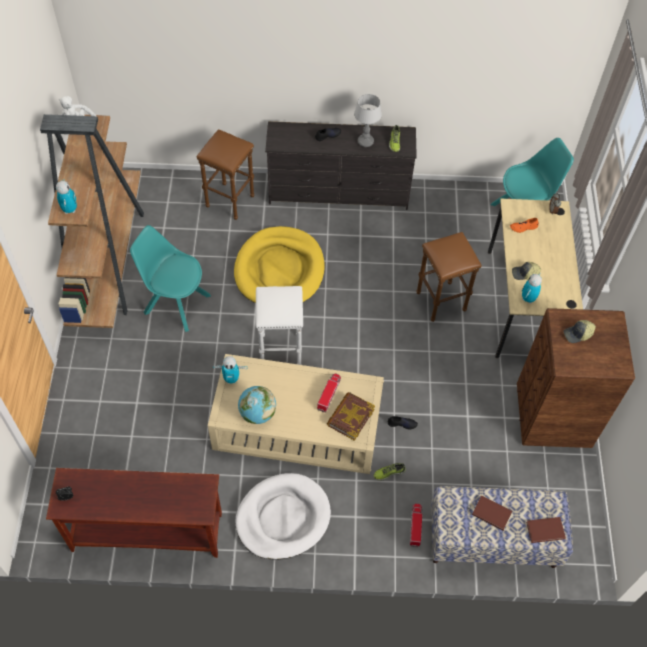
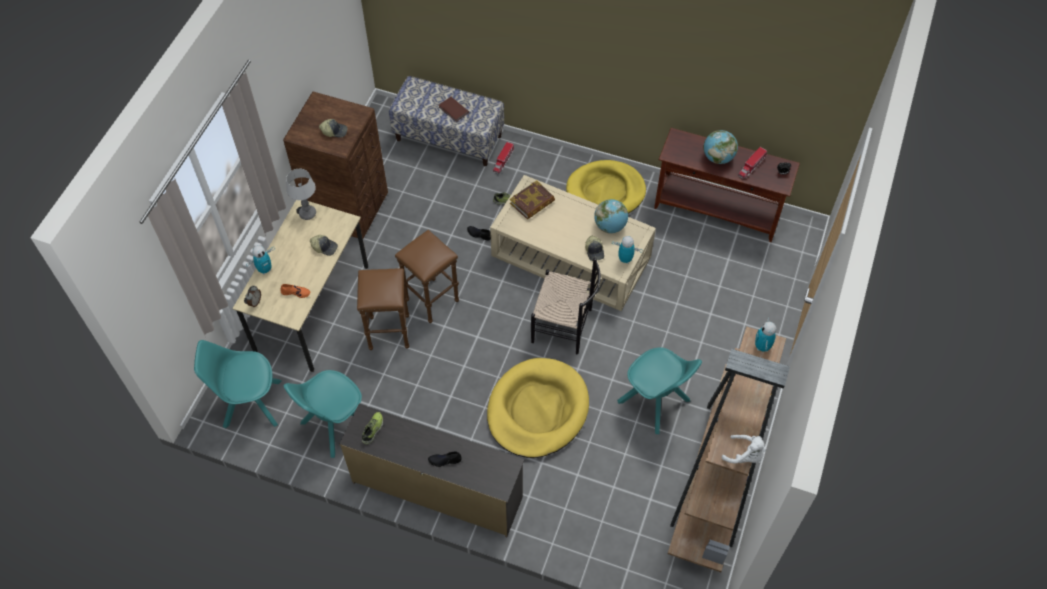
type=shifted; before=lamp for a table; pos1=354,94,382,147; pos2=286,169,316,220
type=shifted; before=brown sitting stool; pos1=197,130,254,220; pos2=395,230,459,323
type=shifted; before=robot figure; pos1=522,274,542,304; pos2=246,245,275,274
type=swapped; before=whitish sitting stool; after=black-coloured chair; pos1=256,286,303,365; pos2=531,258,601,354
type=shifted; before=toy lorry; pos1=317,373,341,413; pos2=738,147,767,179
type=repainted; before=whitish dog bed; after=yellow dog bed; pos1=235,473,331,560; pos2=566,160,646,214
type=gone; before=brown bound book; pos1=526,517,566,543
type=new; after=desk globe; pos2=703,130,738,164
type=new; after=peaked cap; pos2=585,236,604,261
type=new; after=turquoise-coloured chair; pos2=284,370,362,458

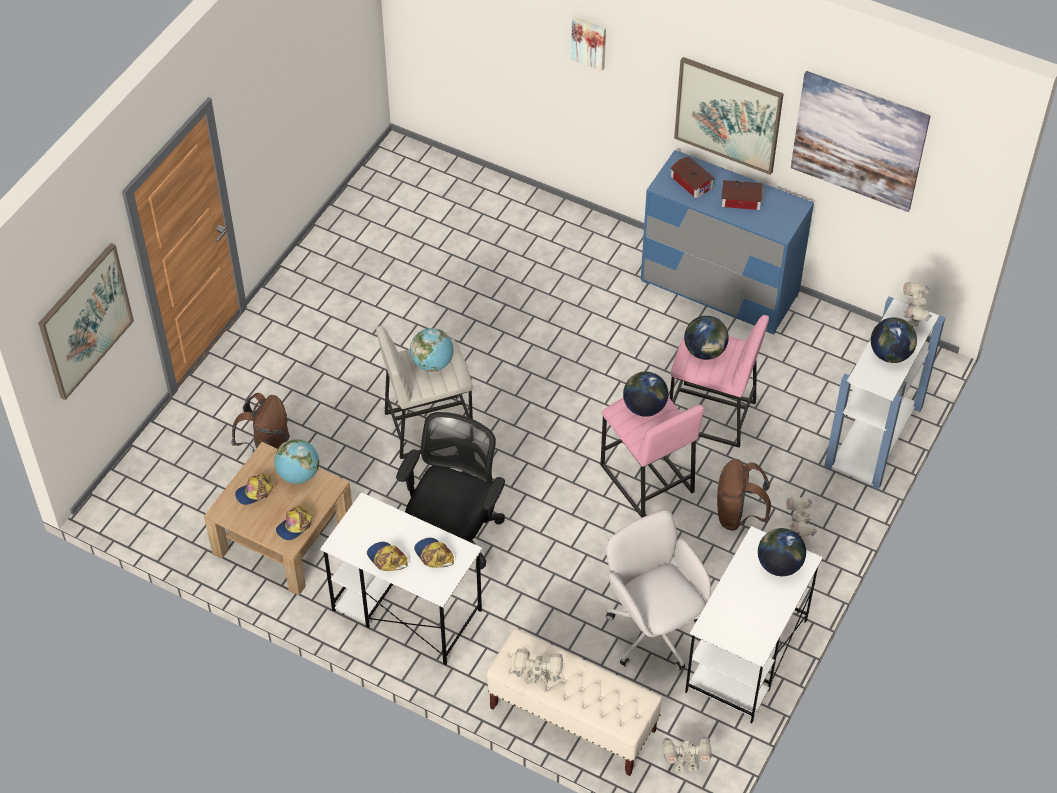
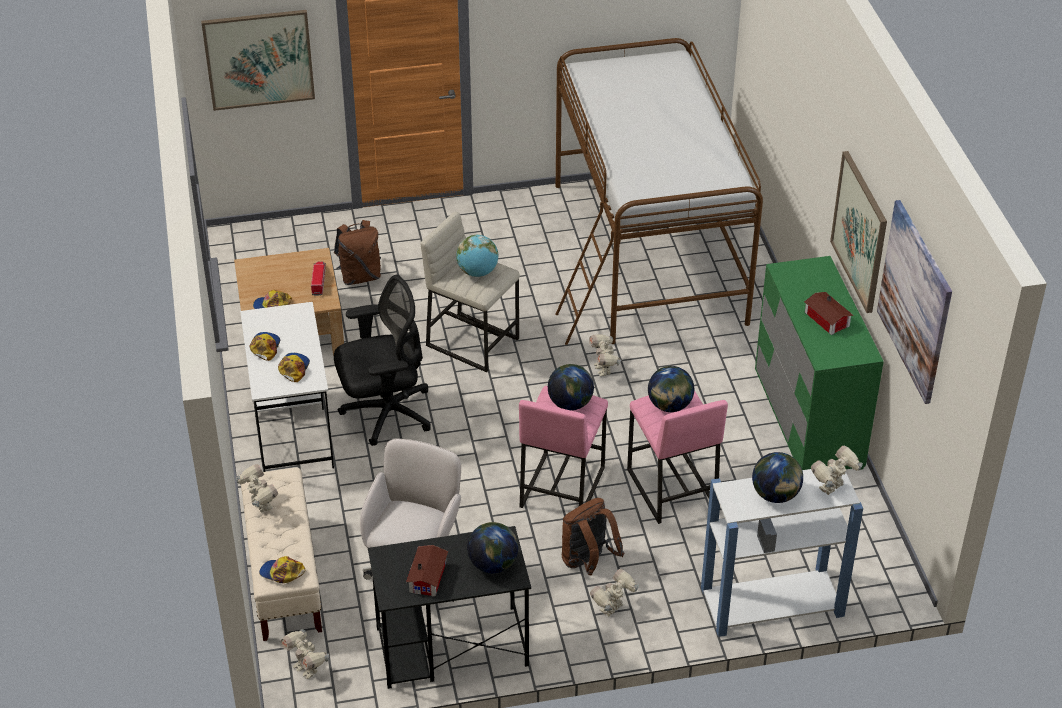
type=gone; before=wall art; pos1=571,16,606,71
type=repainted; before=bluish drawer chest; after=green-coloured drawer chest; pos1=641,150,814,334; pos2=755,256,884,470
type=shifted; before=model house; pos1=670,157,715,198; pos2=406,545,448,597
type=swapped; before=desk globe; after=toy lorry; pos1=274,439,319,484; pos2=311,261,326,296
type=shifted; before=peaked cap; pos1=235,474,273,505; pos2=259,556,305,583
type=repainted; before=whitish desk; after=black-coloured desk; pos1=685,526,823,723; pos2=368,526,531,689
type=new; after=brown bedroom bed; pos2=555,38,763,345
type=new; after=robot figure; pos2=589,334,621,376

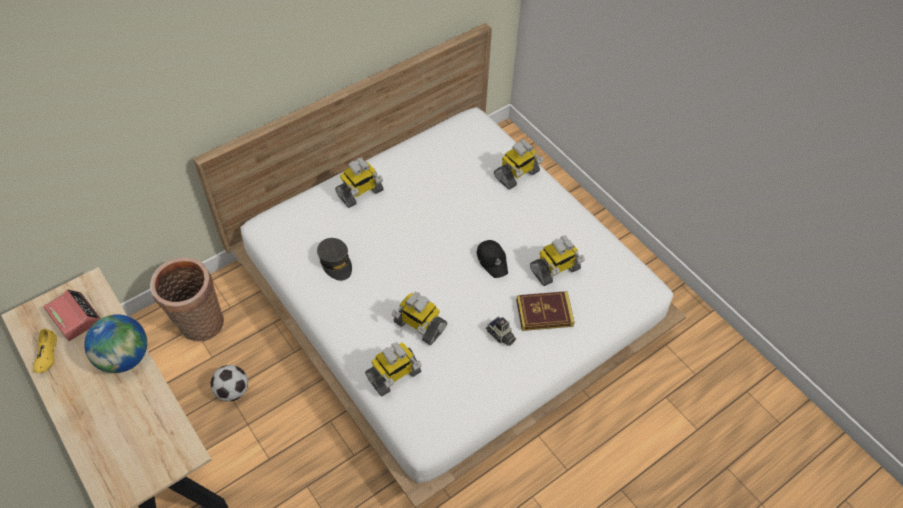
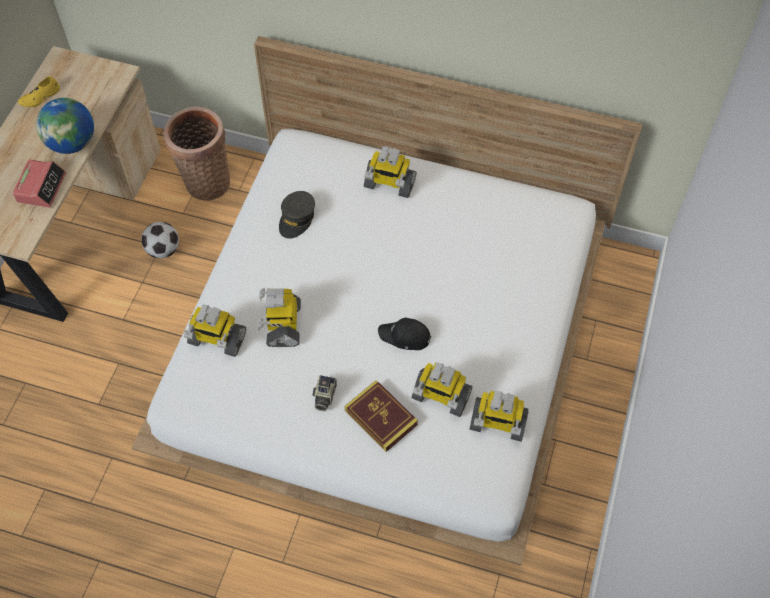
type=shifted; before=robot figure; pos1=494,139,543,190; pos2=469,391,529,442
type=rotated; before=black-coloured peaked cap; pos1=477,240,508,278; pos2=378,317,431,350; turn=75
type=shifted; before=bedside clock; pos1=44,289,101,341; pos2=13,160,66,208

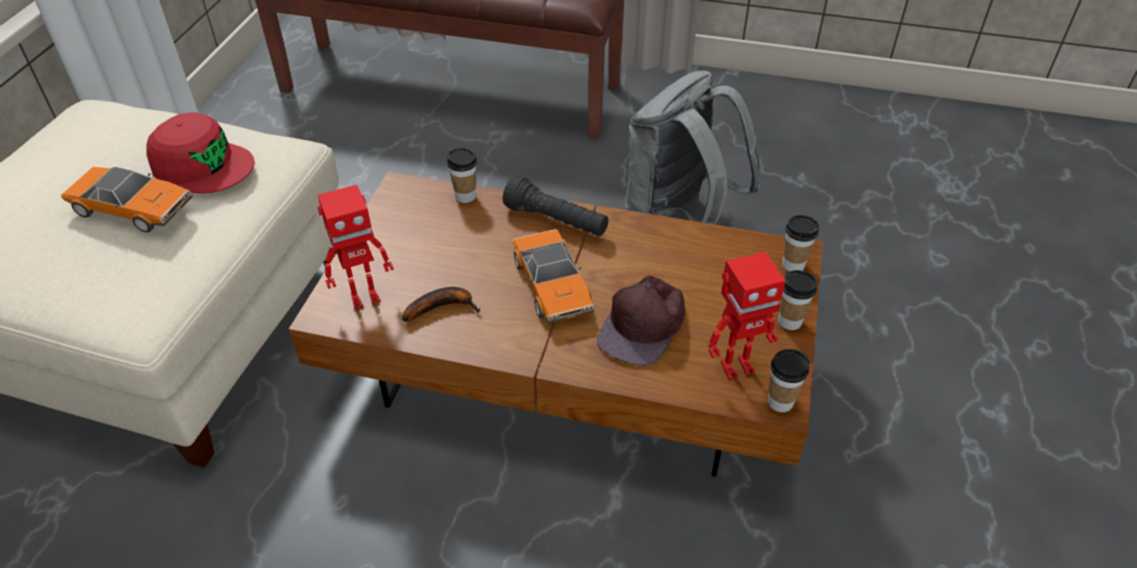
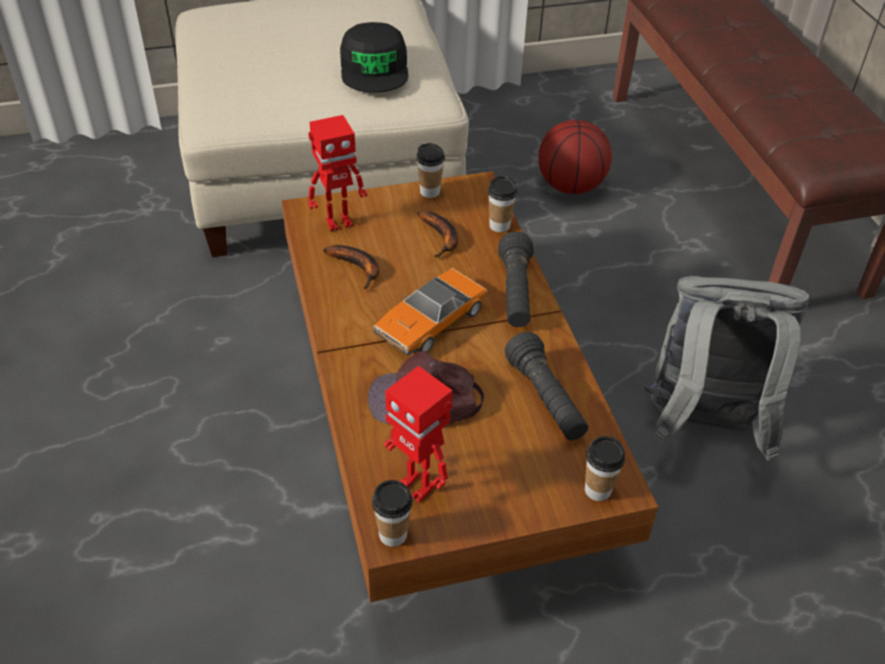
type=repainted; before=reddish peaked cap; after=black-coloured peaked cap; pos1=147,112,255,194; pos2=340,22,408,93
type=gone; before=miniature car; pos1=61,167,192,232
type=rotated; before=robot figure; pos1=318,185,394,310; pos2=308,115,367,232; turn=-60
type=shifted; before=cup; pos1=778,270,817,330; pos2=416,143,445,198
type=new; after=basketball ball; pos2=538,120,612,194
type=new; after=whole banana; pos2=417,211,458,257
type=new; after=black-coloured torch; pos2=505,332,588,440

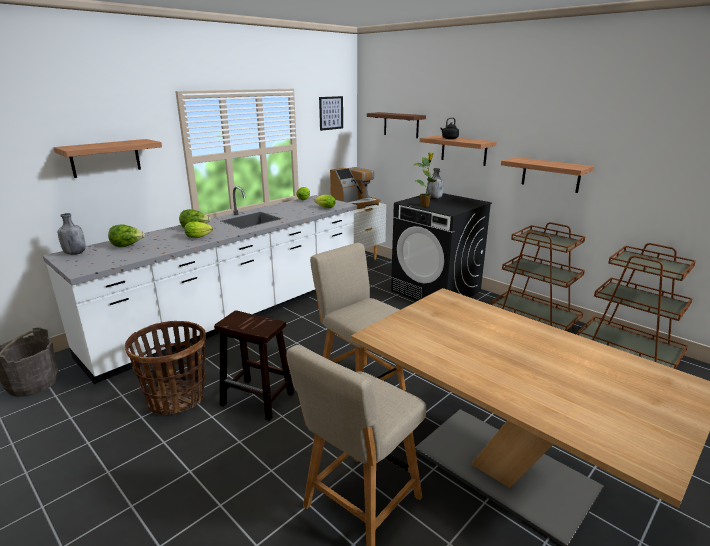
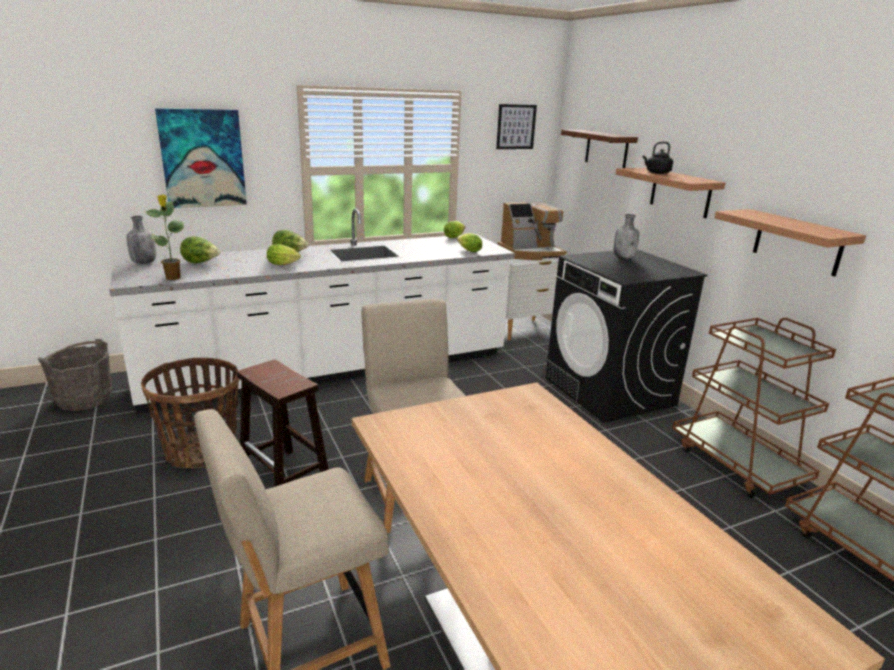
type=swapped; before=bracket shelf; after=wall art; pos1=53,139,162,178; pos2=155,108,247,208
type=shifted; before=houseplant; pos1=414,153,441,207; pos2=145,194,184,280

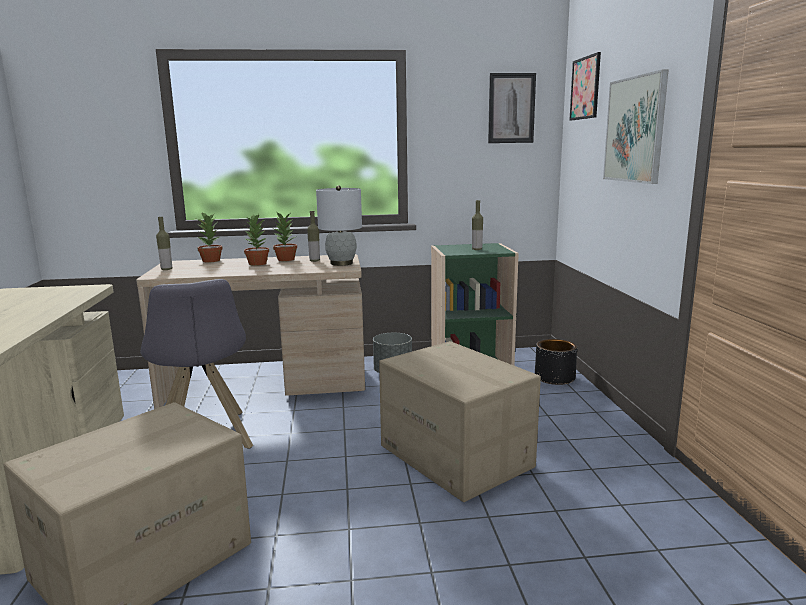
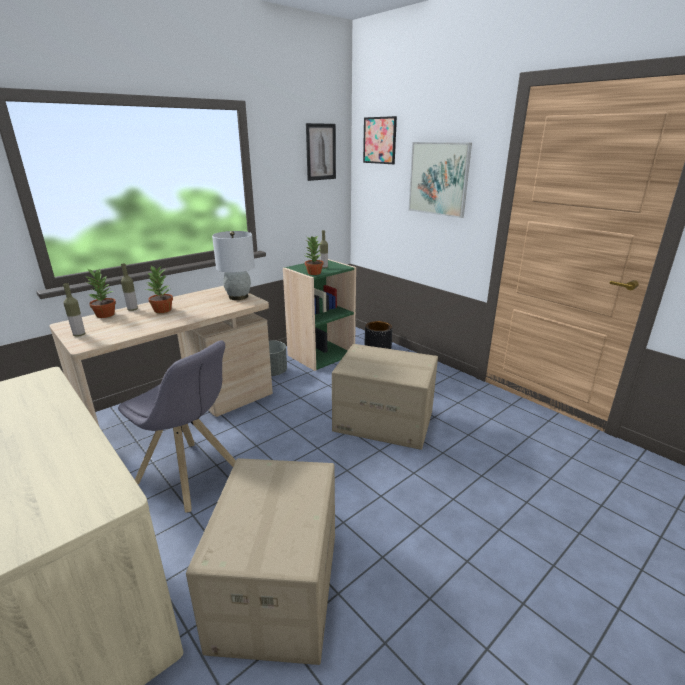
type=shifted; before=drink bottle; pos1=307,211,320,262; pos2=121,263,138,311
type=shifted; before=houseplant; pos1=273,213,297,261; pos2=305,236,323,275

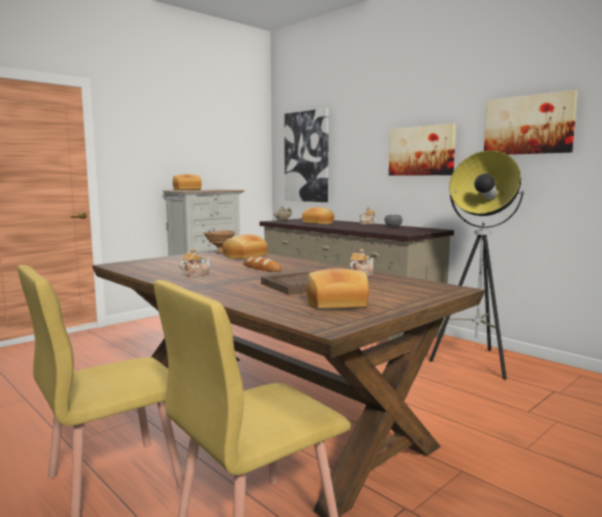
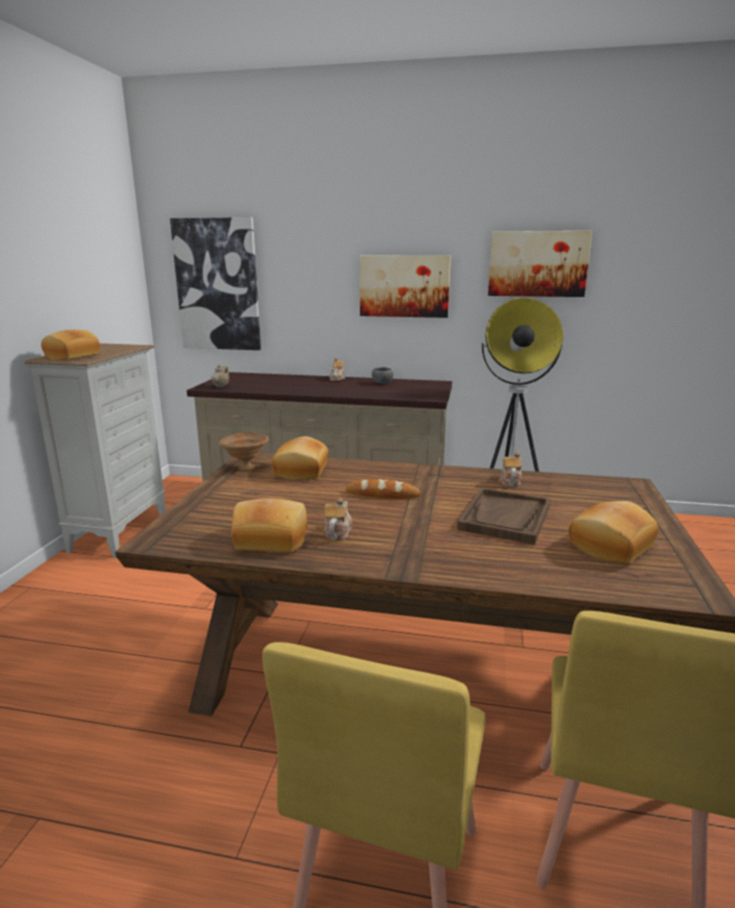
type=shifted; before=baked bread; pos1=302,207,334,224; pos2=231,498,307,552

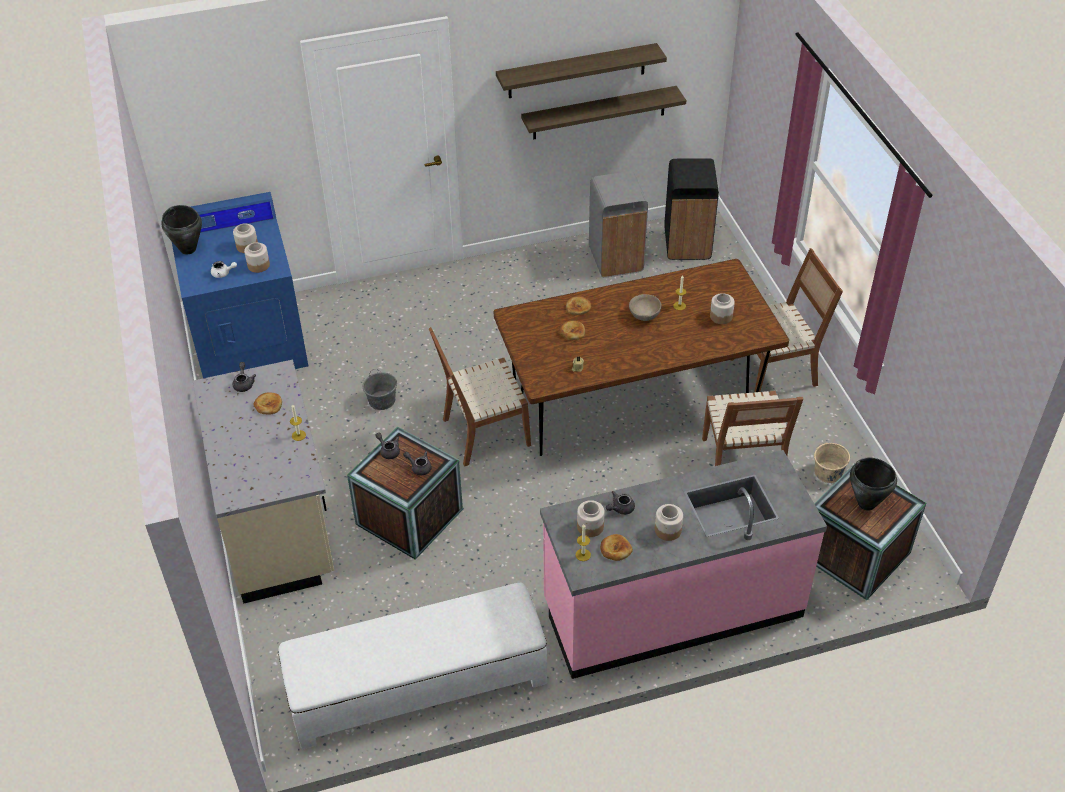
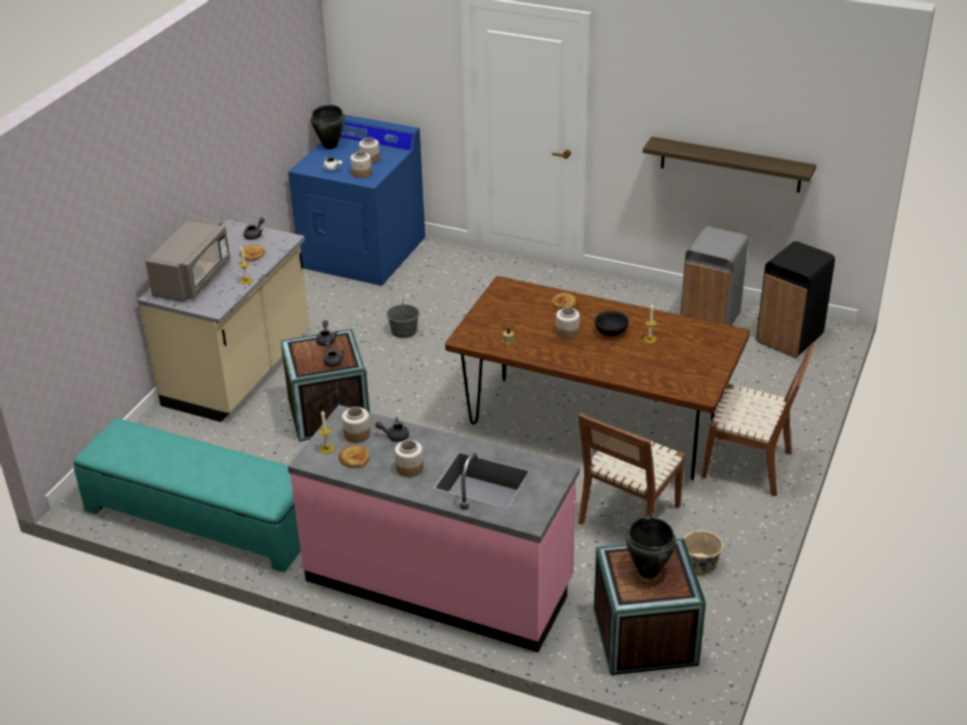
type=gone; before=bracket shelf; pos1=496,43,667,98
type=shifted; before=preserve jar; pos1=710,293,735,324; pos2=556,307,580,339
type=repainted; before=sand-coloured bowl; after=black-coloured bowl; pos1=629,294,662,321; pos2=595,311,629,337
type=gone; before=baked bread; pos1=559,321,585,340
type=gone; before=chair; pos1=429,327,531,467
type=repainted; before=whitish indoor bench; after=turquoise-coloured indoor bench; pos1=278,582,547,749; pos2=74,419,301,572
type=new; after=gray microwave oven; pos2=145,217,230,302

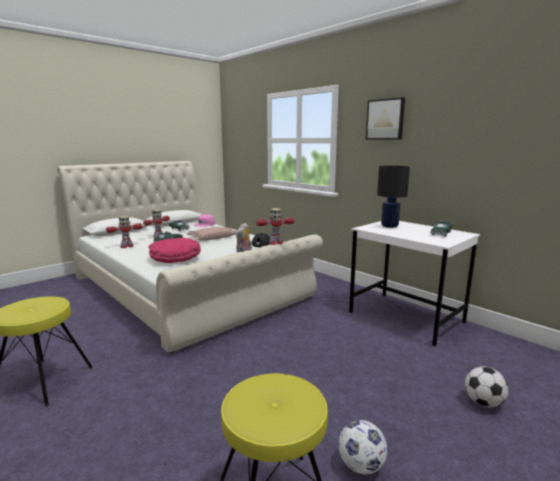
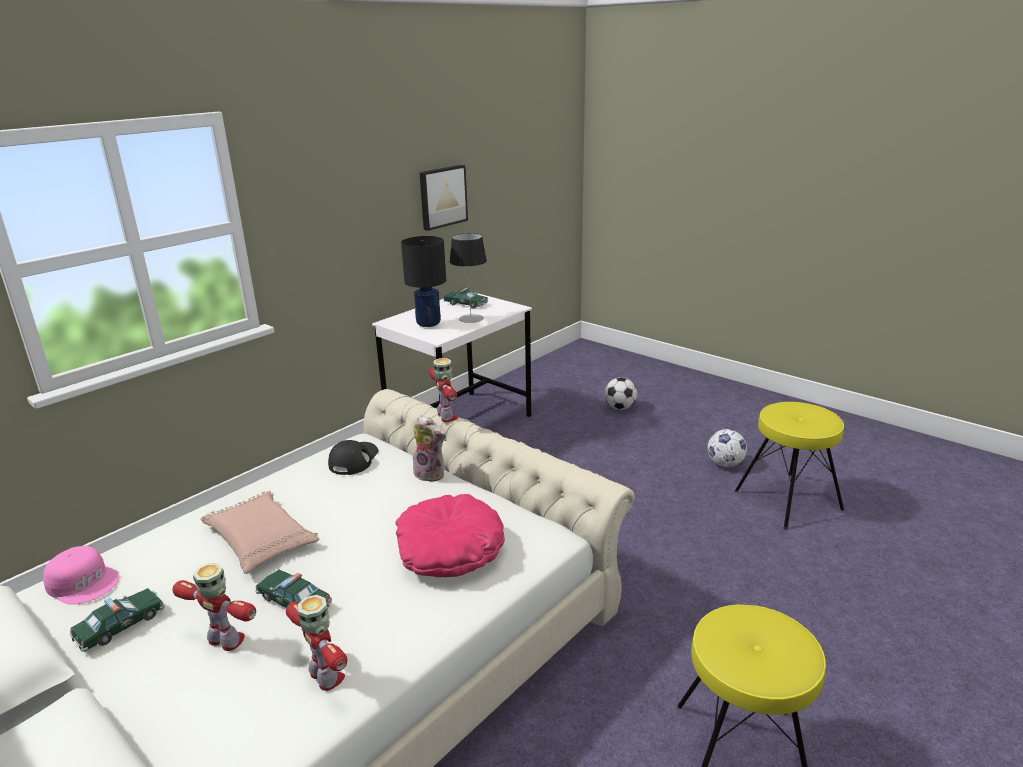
type=shifted; before=wall art; pos1=366,97,405,140; pos2=419,165,468,231
type=new; after=lamp for a table; pos2=449,233,487,323

